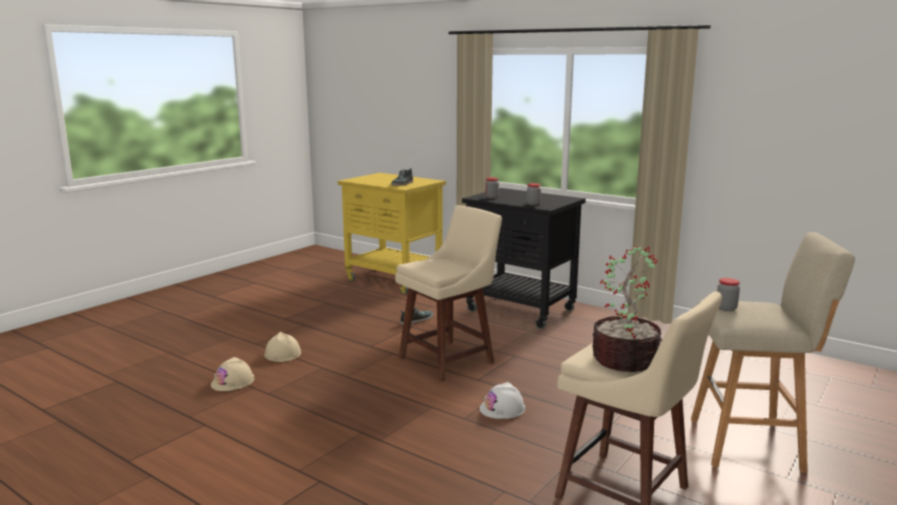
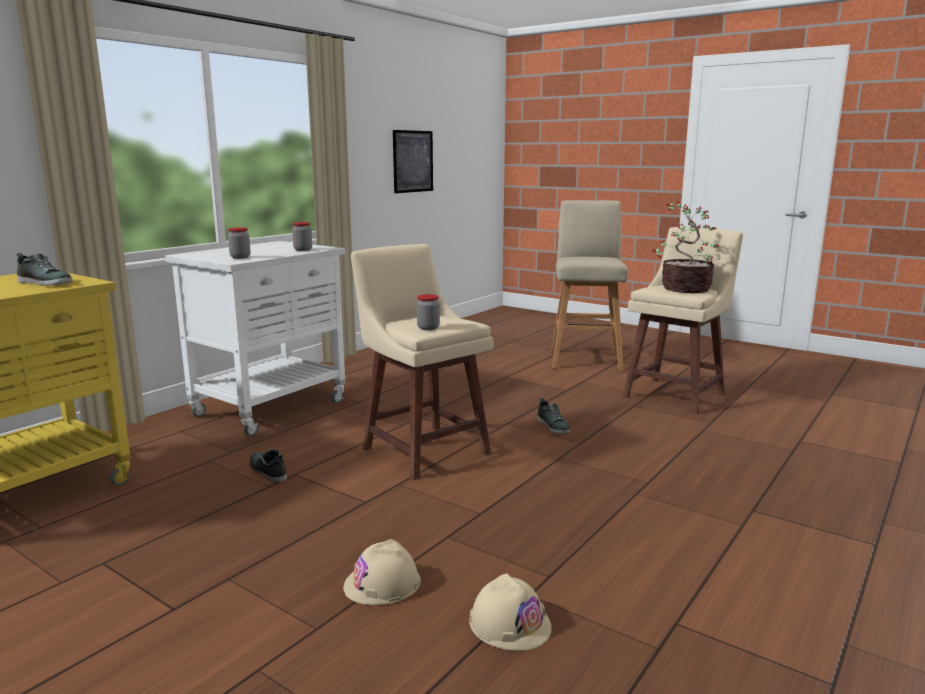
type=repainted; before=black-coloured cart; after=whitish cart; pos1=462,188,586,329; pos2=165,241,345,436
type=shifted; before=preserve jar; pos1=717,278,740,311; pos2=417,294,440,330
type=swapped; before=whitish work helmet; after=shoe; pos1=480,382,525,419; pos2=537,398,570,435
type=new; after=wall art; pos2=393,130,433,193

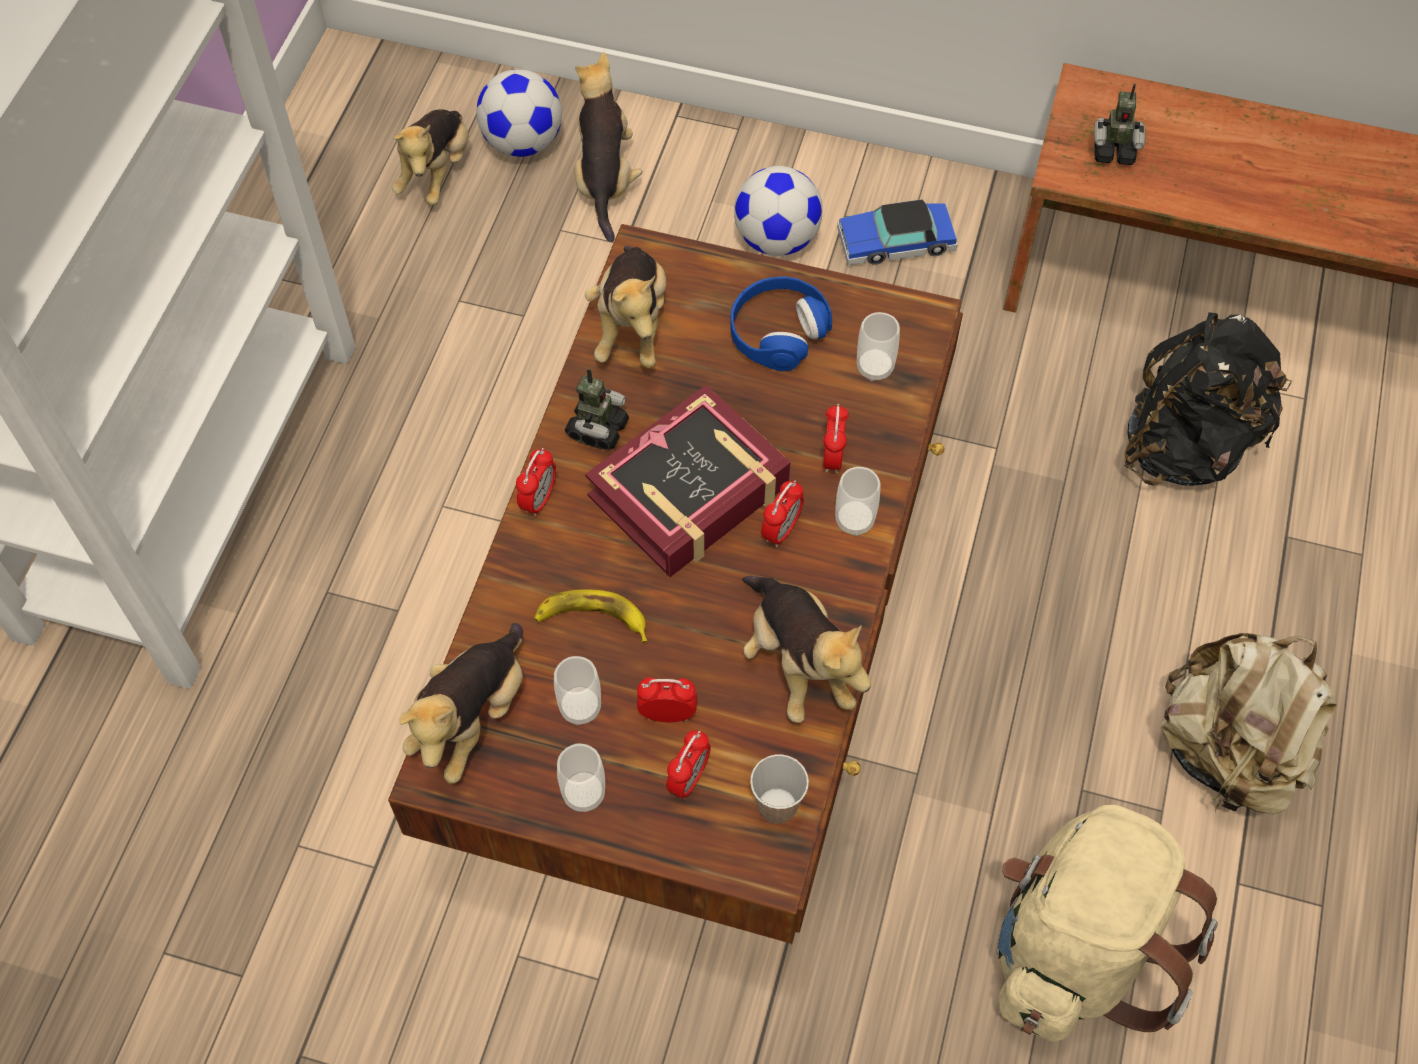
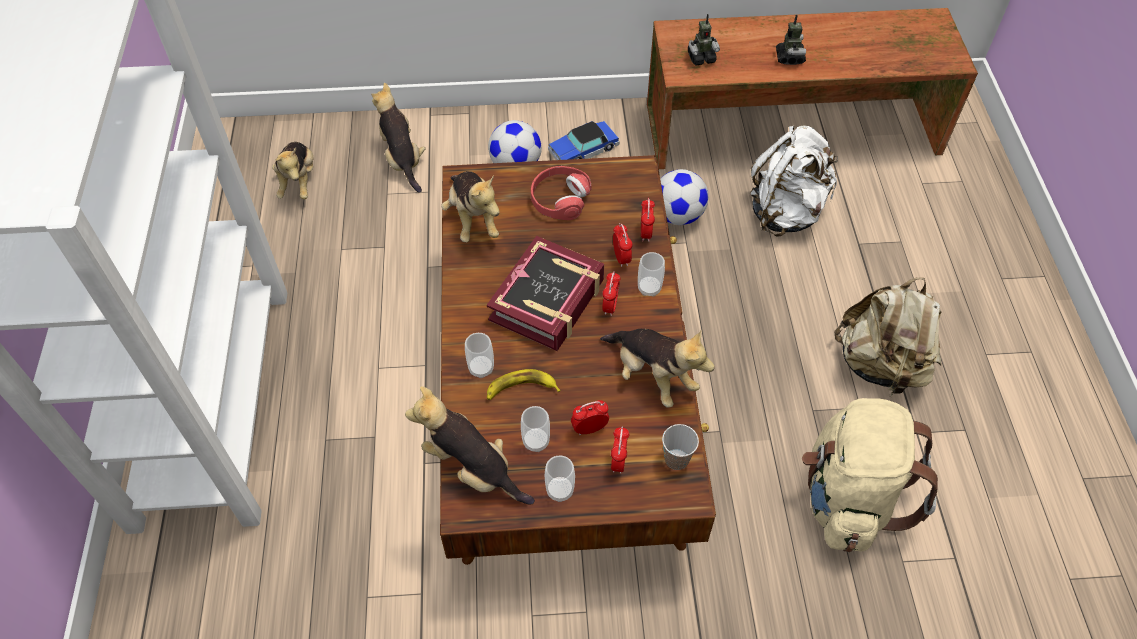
type=shifted; before=ball for football; pos1=477,69,562,157; pos2=660,169,709,225
type=repainted; before=bluish pair of headphones; after=reddish pair of headphones; pos1=730,276,832,371; pos2=531,166,592,220
type=shifted; before=cup; pos1=857,312,900,381; pos2=465,333,494,378
type=repainted; before=black-coloured knapsack; after=whitish knapsack; pos1=1124,312,1292,486; pos2=750,125,838,237
type=shifted; before=robot figure; pos1=565,369,629,450; pos2=776,15,806,65
type=shifted; before=bedside clock; pos1=516,448,556,517; pos2=641,198,655,242
type=rotated; before=plush toy; pos1=399,623,523,784; pos2=405,386,535,505; turn=120

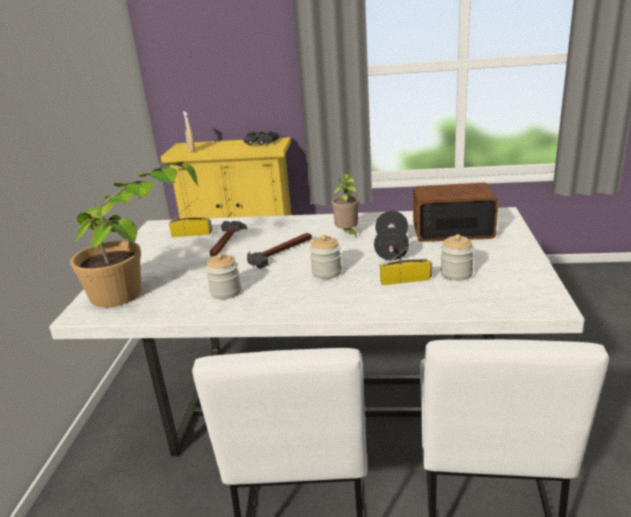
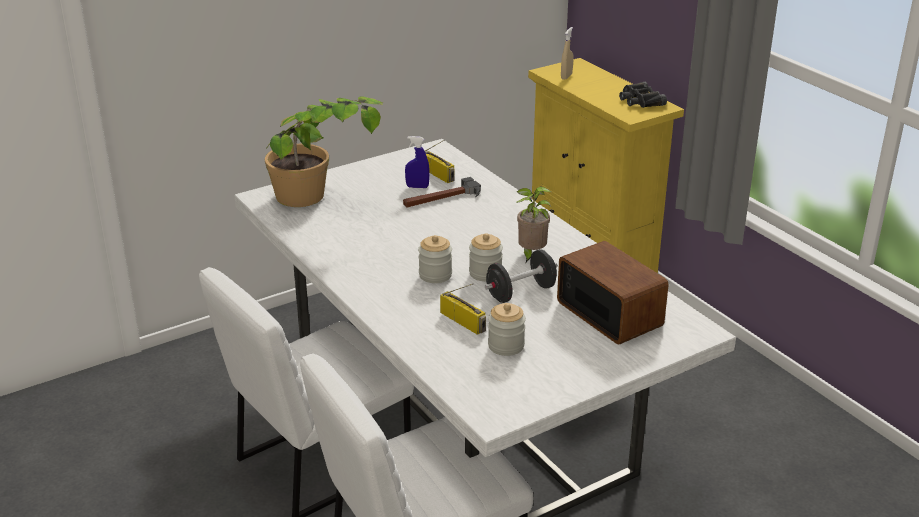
type=gone; before=hand hammer; pos1=247,233,312,269
type=shifted; before=preserve jar; pos1=206,253,241,299; pos2=469,233,503,281
type=new; after=bluish spray bottle; pos2=405,136,430,188

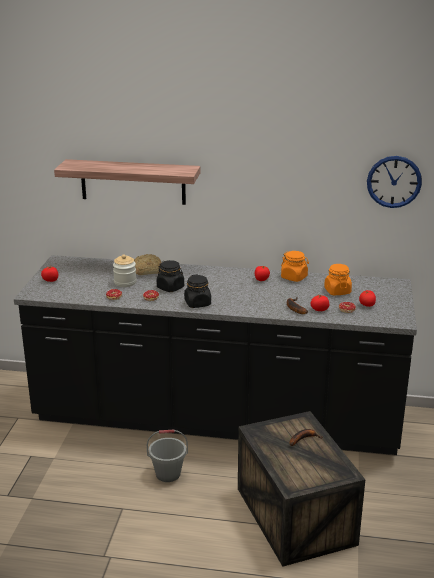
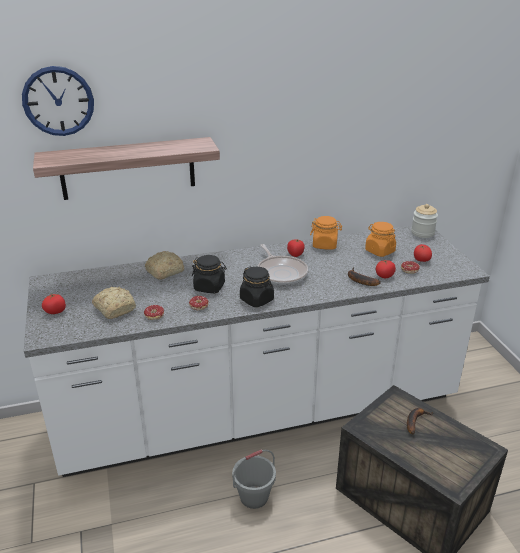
type=shifted; before=clock on the wall; pos1=367,156,422,208; pos2=22,66,94,136
type=repainted; before=black-coloured counter; after=whitish counter; pos1=14,255,417,455; pos2=24,226,490,477
type=shifted; before=preserve jar; pos1=113,255,136,287; pos2=411,204,438,238
type=new; after=pan; pos2=257,244,308,285
type=new; after=baked bread; pos2=92,286,136,319

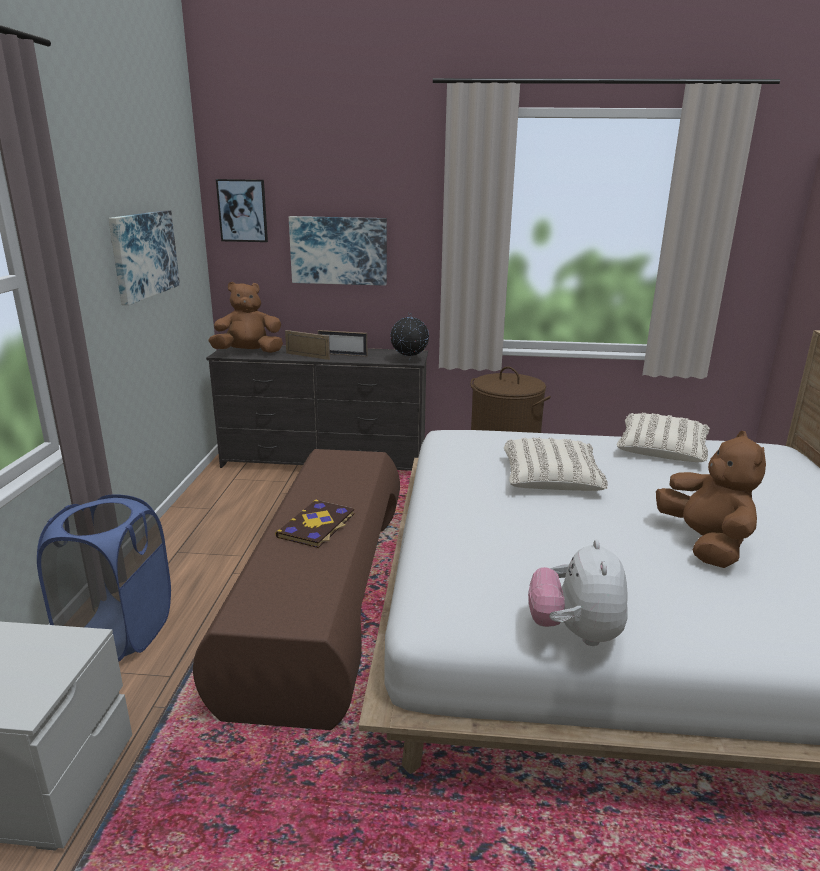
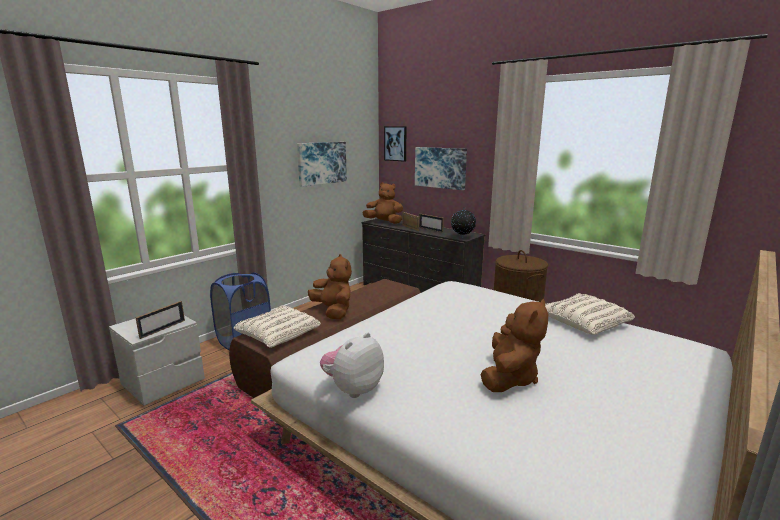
type=shifted; before=sand-coloured throw pillow; pos1=504,437,608,491; pos2=234,305,321,348
type=swapped; before=bound book; after=brown plush toy; pos1=275,500,355,548; pos2=308,254,352,319
type=new; after=photo frame; pos2=136,301,185,339

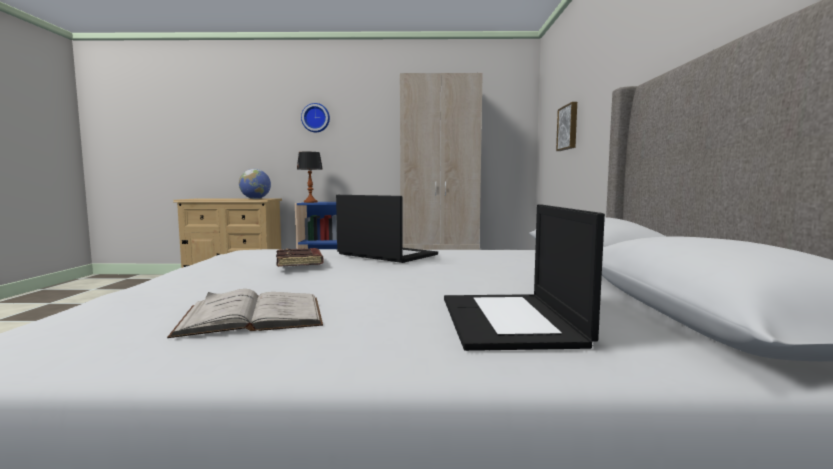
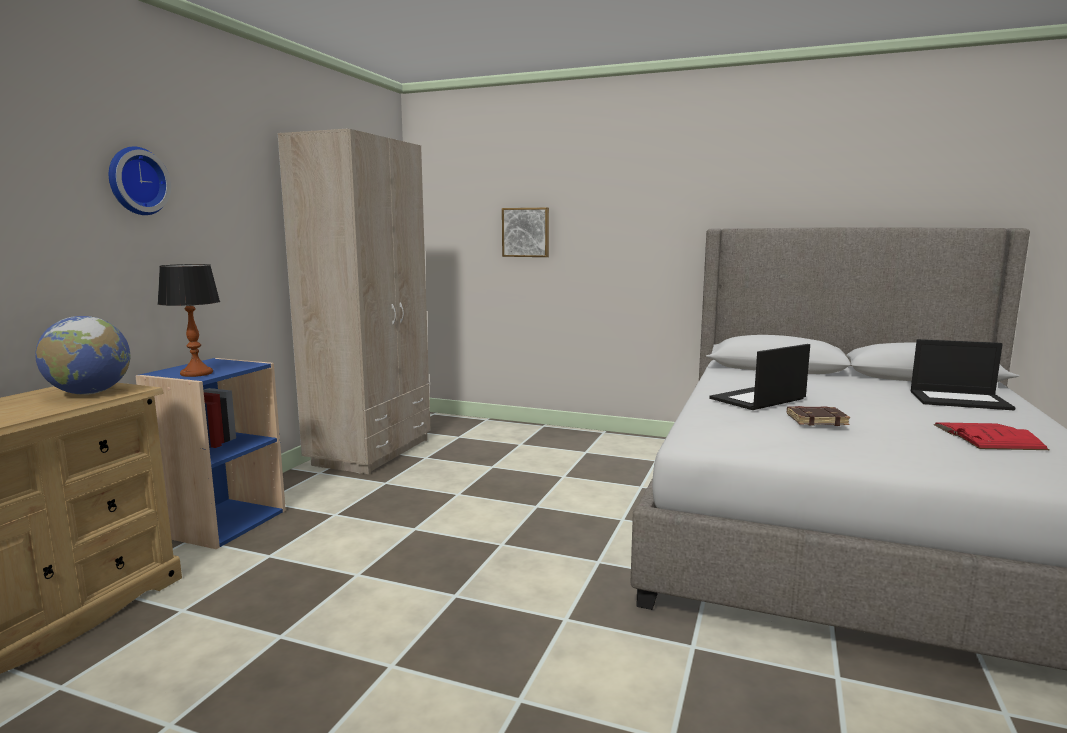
type=repainted; before=whitish bound book; after=reddish bound book; pos1=167,289,323,338; pos2=933,422,1049,450

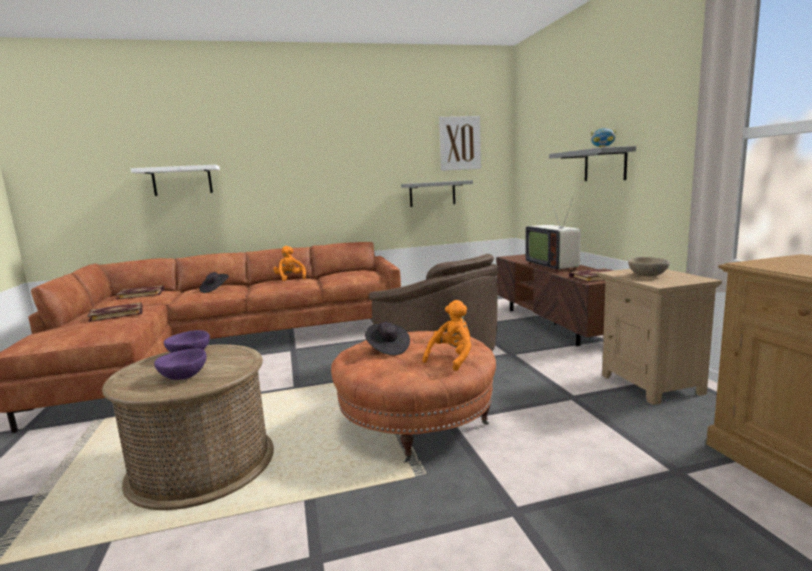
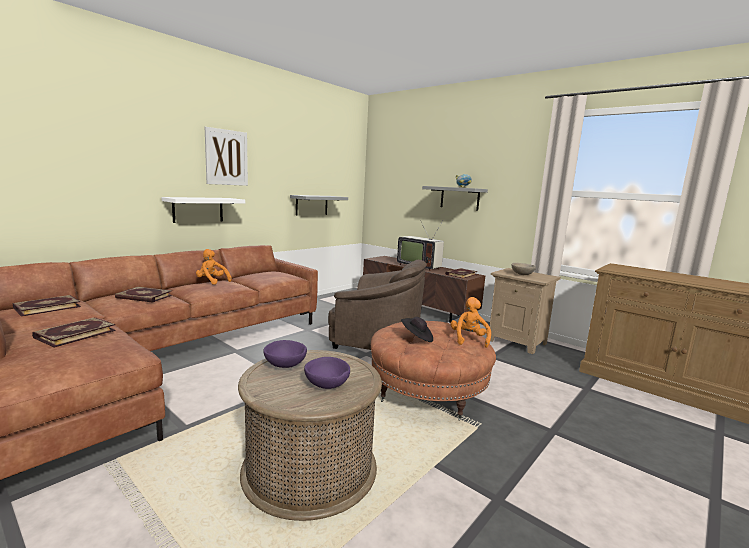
type=shifted; before=wall art; pos1=439,116,481,171; pos2=205,127,248,186
type=shifted; before=whitish bracket shelf; pos1=131,165,220,196; pos2=161,197,245,223
type=swapped; before=black-coloured clothing hat; after=bound book; pos1=199,272,229,293; pos2=115,287,172,303

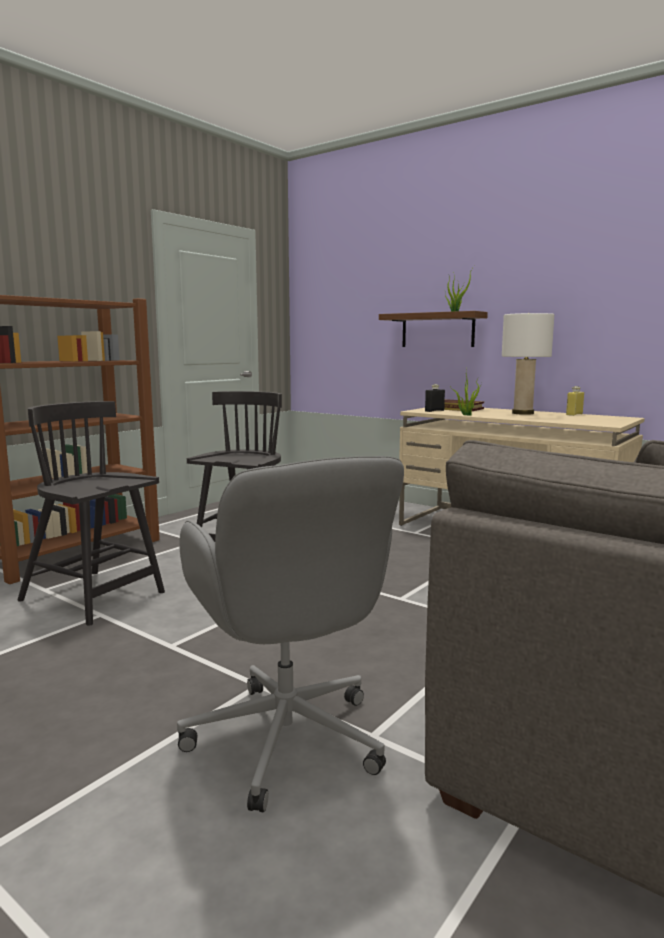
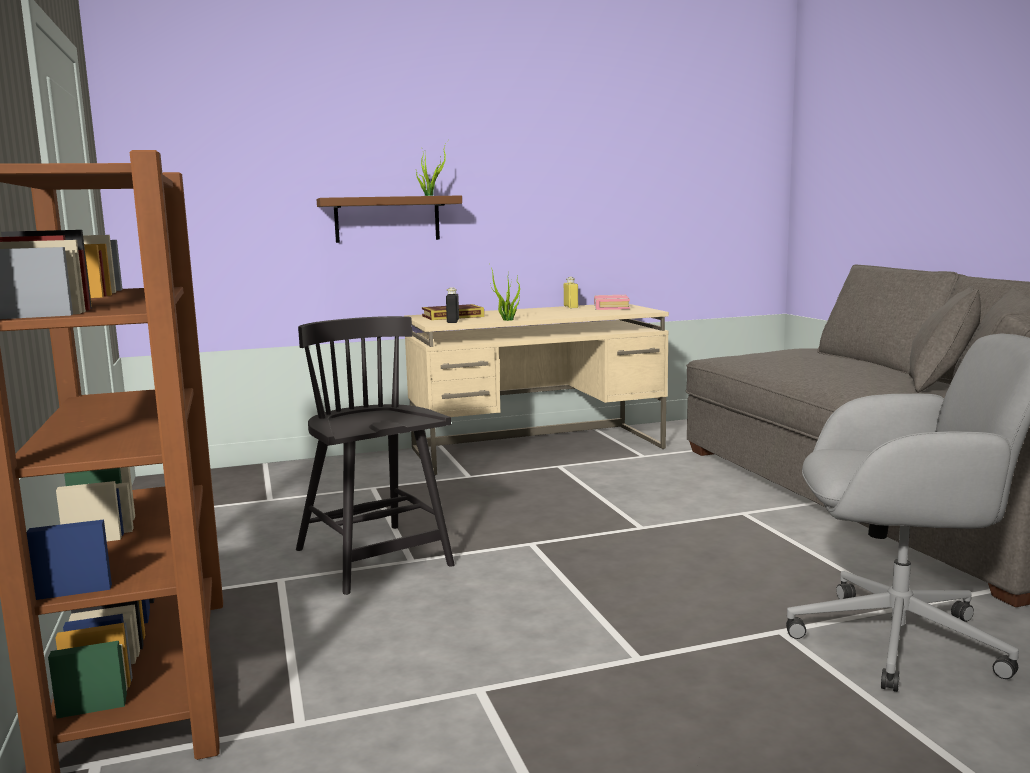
type=gone; before=whitish lamp for a table; pos1=502,313,554,415
type=gone; before=black-coloured chair; pos1=17,401,165,626
type=new; after=pink-coloured bound book; pos2=594,295,630,310

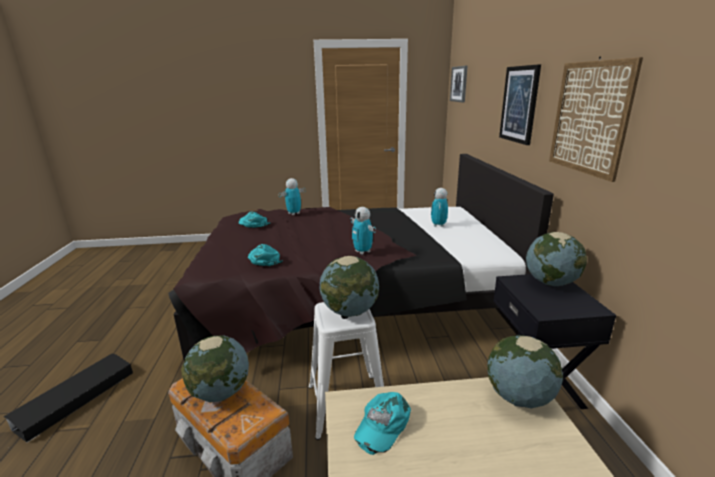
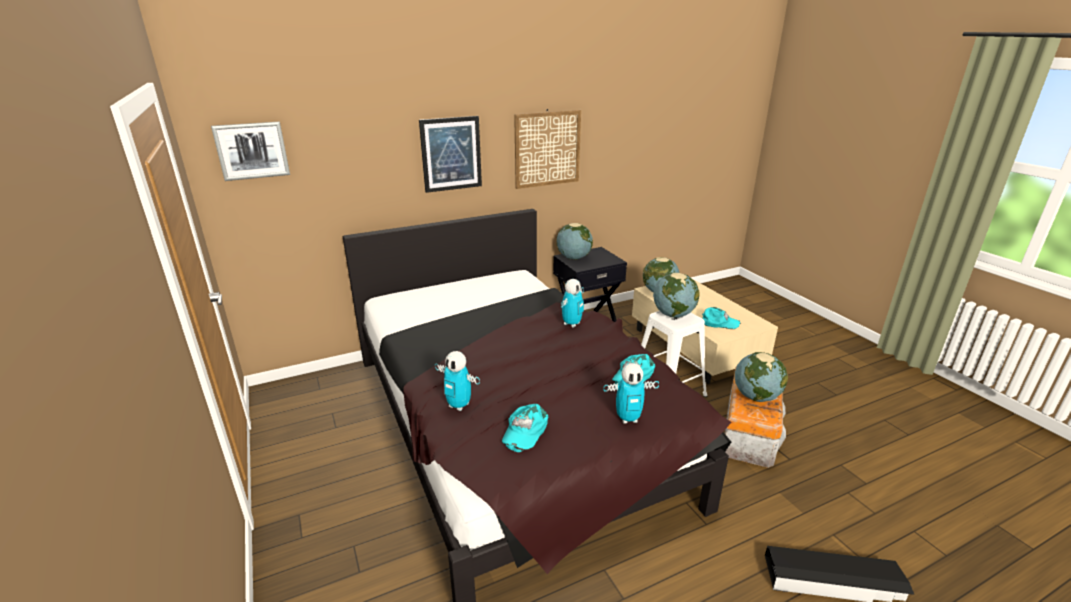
type=shifted; before=robot figure; pos1=431,188,448,227; pos2=603,363,659,424

